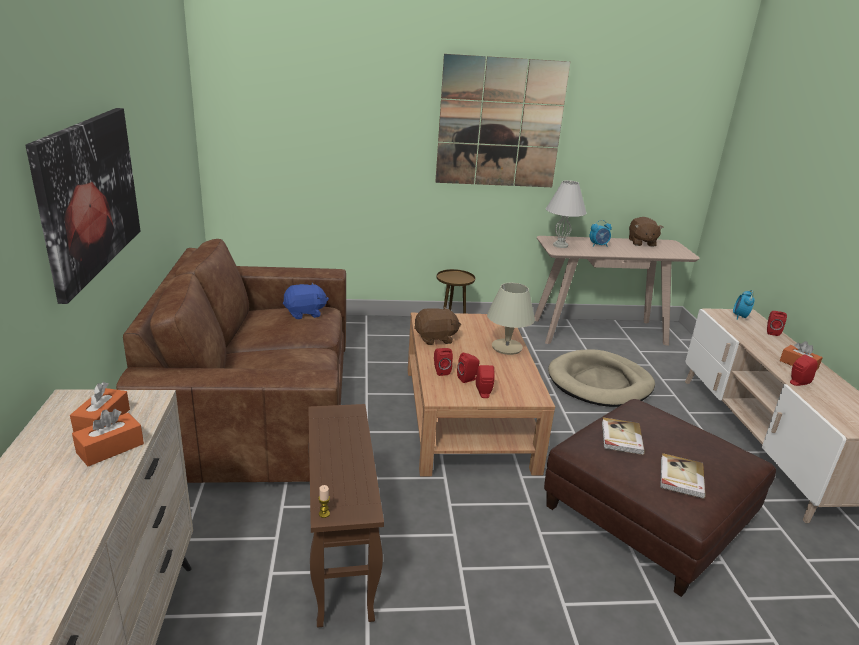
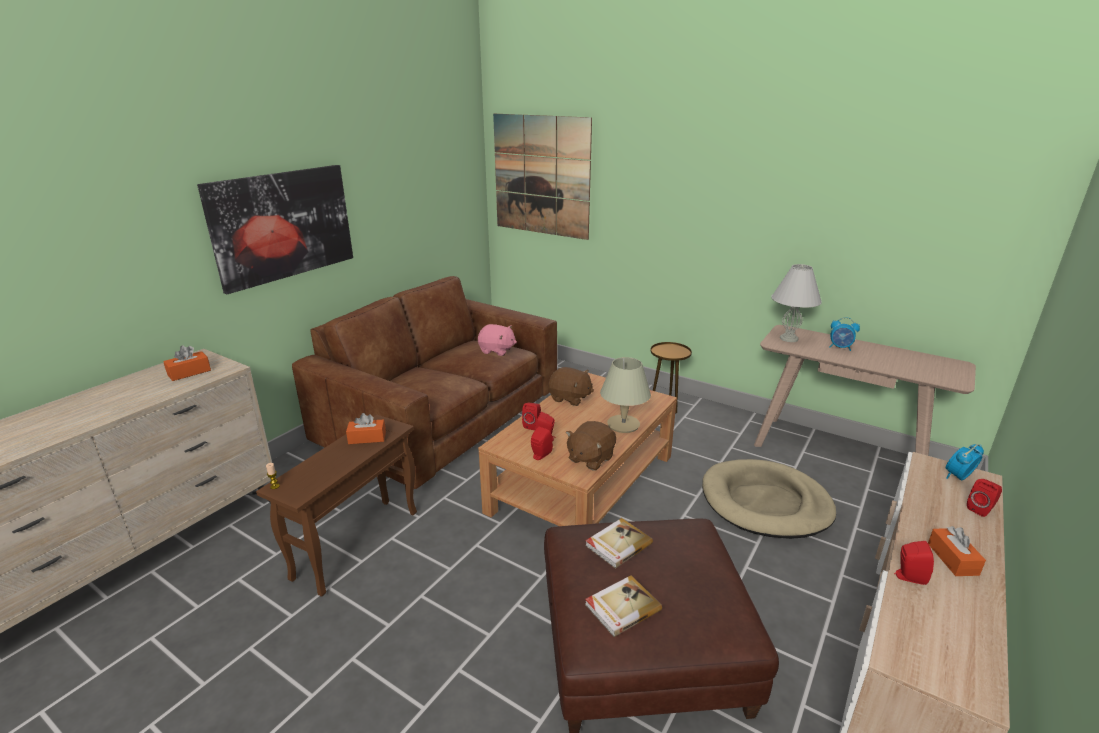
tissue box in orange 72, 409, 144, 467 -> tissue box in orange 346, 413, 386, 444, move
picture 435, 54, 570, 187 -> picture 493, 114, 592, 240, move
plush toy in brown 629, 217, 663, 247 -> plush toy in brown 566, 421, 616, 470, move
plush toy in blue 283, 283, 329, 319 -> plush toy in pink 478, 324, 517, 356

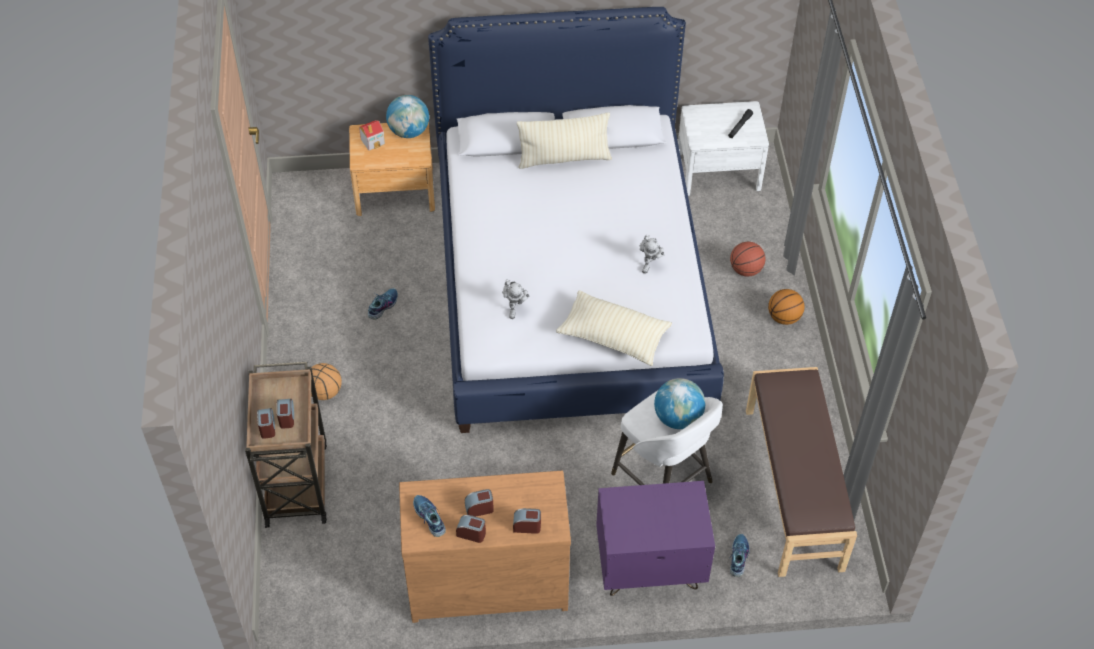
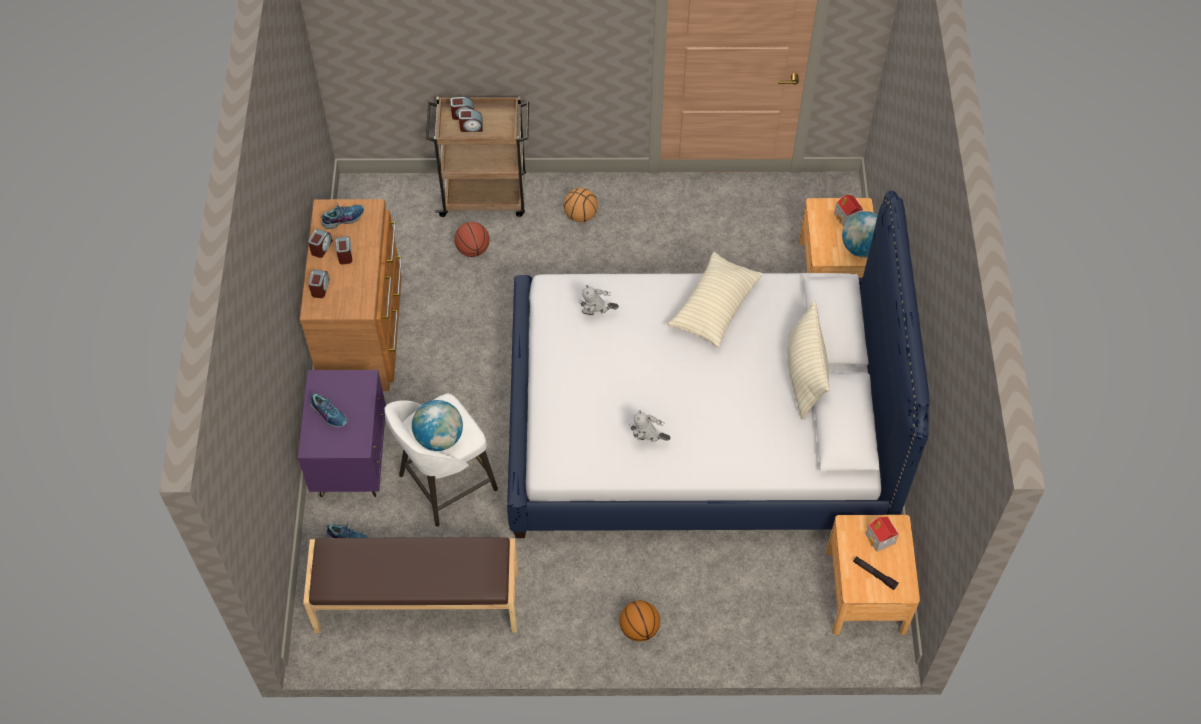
none -> toy house 866, 516, 899, 552
shoe 368, 288, 398, 320 -> shoe 310, 393, 347, 427, move
pillow in beige 556, 290, 672, 366 -> pillow in beige 668, 252, 763, 348, move
basketball 730, 242, 765, 276 -> basketball 454, 222, 490, 257, move
nightstand in white 678, 101, 769, 196 -> nightstand in brown 826, 515, 920, 635

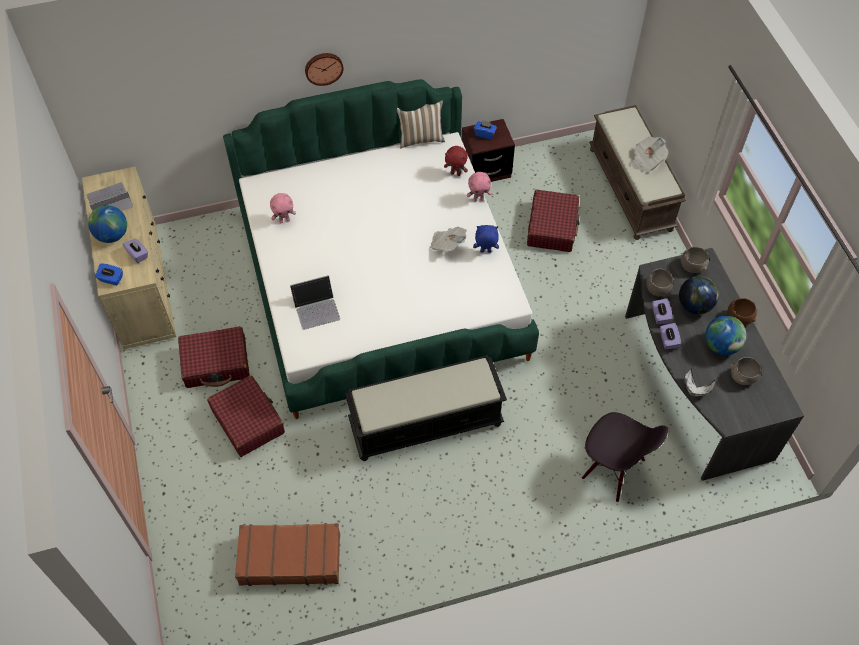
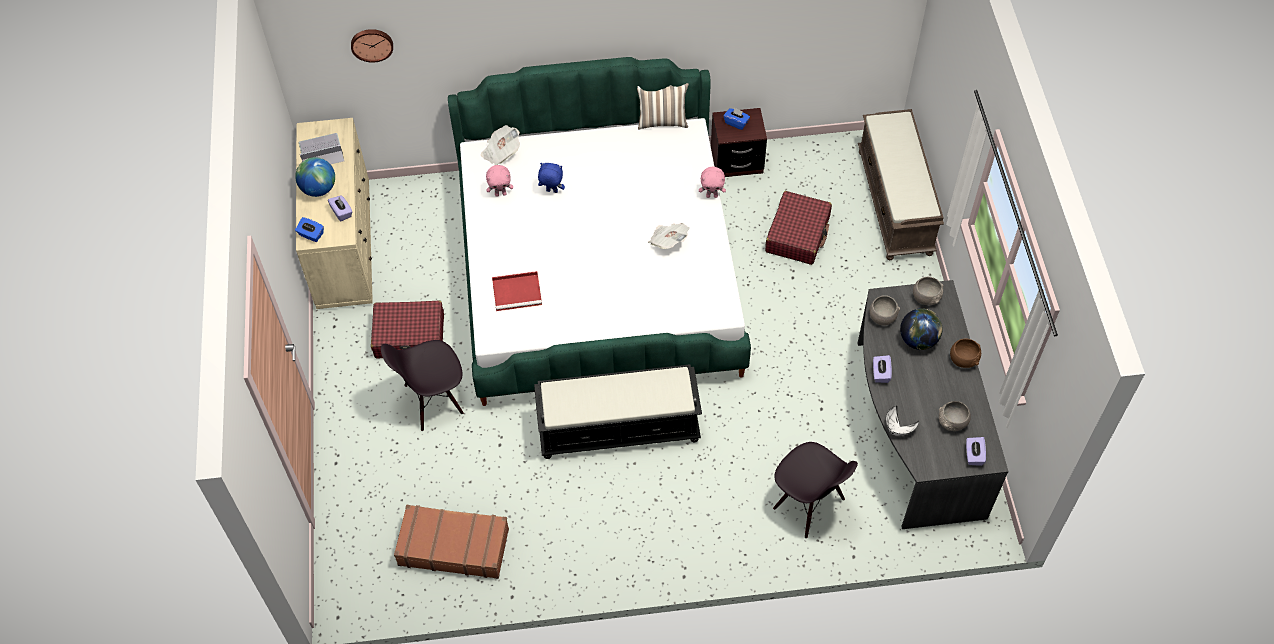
plush toy in red 444, 146, 468, 176 -> none
globe 705, 316, 747, 355 -> none
wall clock 305, 53, 343, 86 -> wall clock 351, 29, 393, 63, move
plush toy in blue 473, 225, 499, 253 -> plush toy in blue 538, 163, 565, 193, move
newspaper 629, 136, 668, 173 -> newspaper 481, 125, 520, 165, move
tissue box in purple 652, 298, 673, 324 -> tissue box in purple 966, 437, 986, 466, move
suitcase in red 207, 375, 285, 457 -> chair in black 381, 340, 464, 431
laptop 290, 275, 340, 330 -> tray in red 492, 271, 542, 311

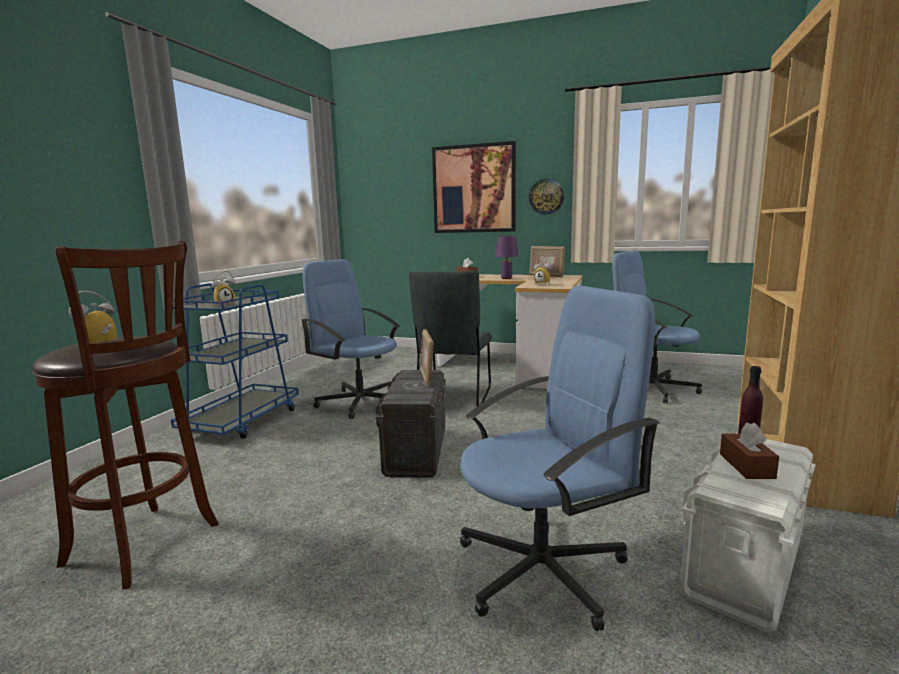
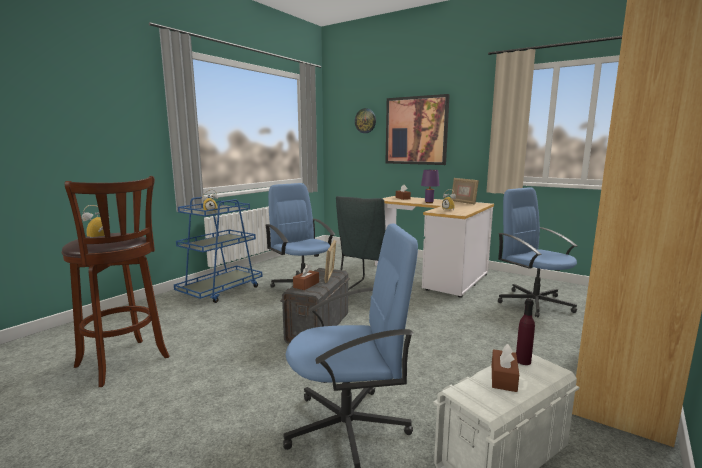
none -> tissue box in brown 293, 264, 319, 290
wall clock 529, 179, 564, 215 -> wall clock 355, 108, 376, 133, move

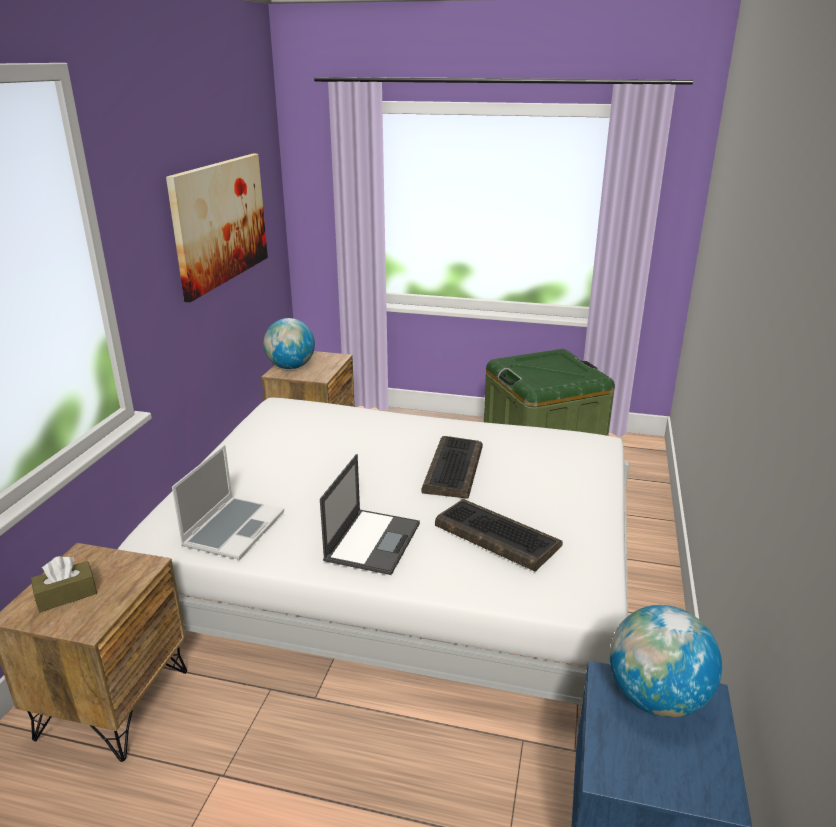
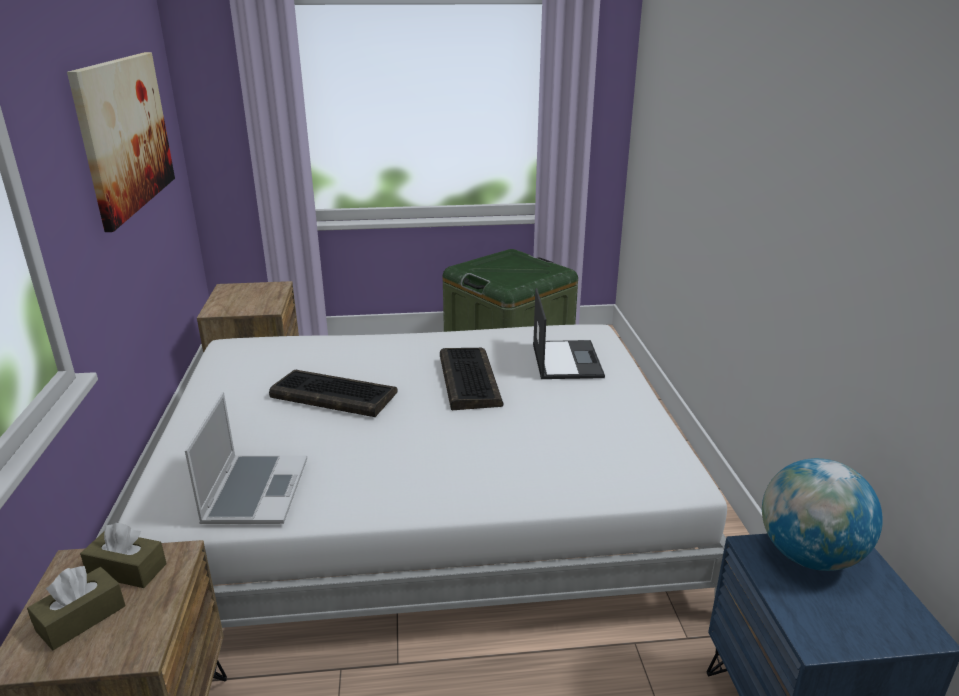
globe 263, 318, 315, 369 -> none
none -> tissue box in brown 80, 523, 167, 588
laptop 320, 454, 420, 575 -> laptop 533, 288, 605, 379, move
keyboard 435, 499, 563, 572 -> keyboard 269, 370, 397, 417, move

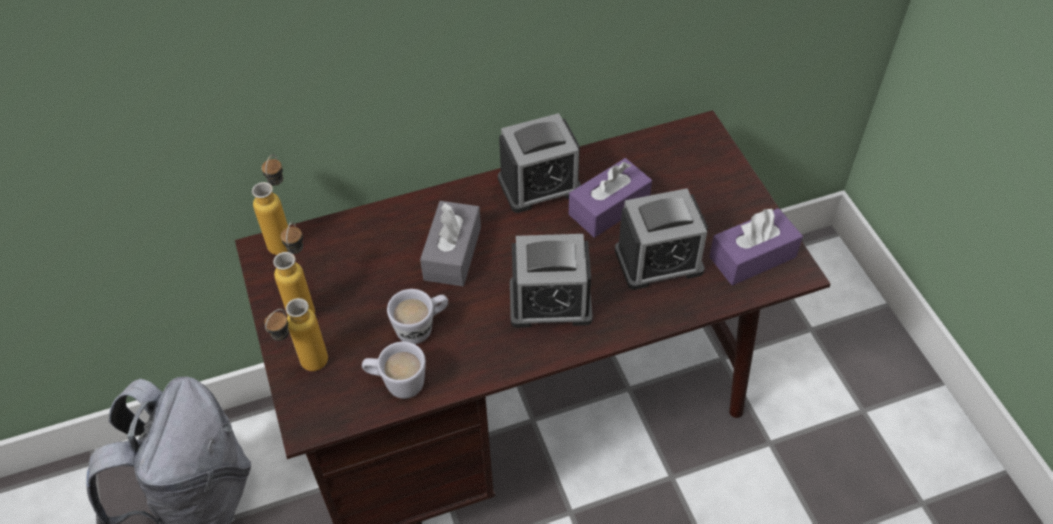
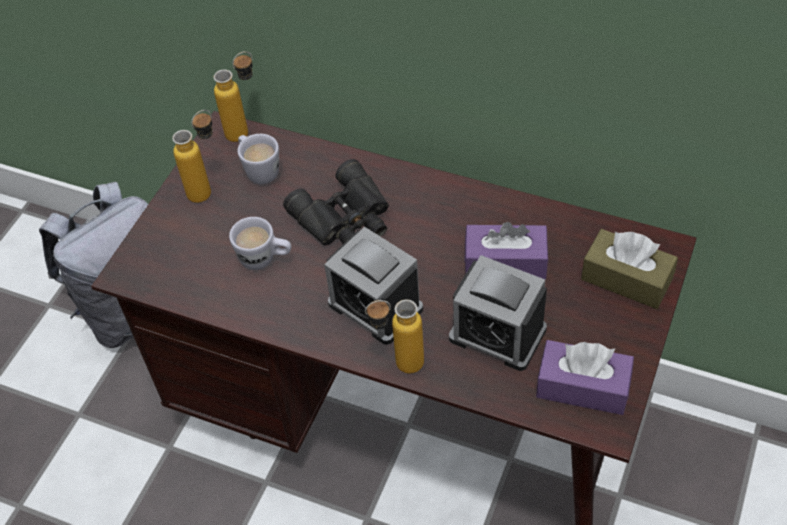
alarm clock 498, 113, 581, 213 -> none
none -> tissue box in brown 581, 229, 678, 309
bottle 264, 298, 328, 371 -> bottle 365, 299, 424, 374, move
mug in white 362, 342, 426, 399 -> mug in white 238, 134, 279, 184, move
tissue box in grey 420, 201, 481, 286 -> binoculars in black 283, 159, 389, 246

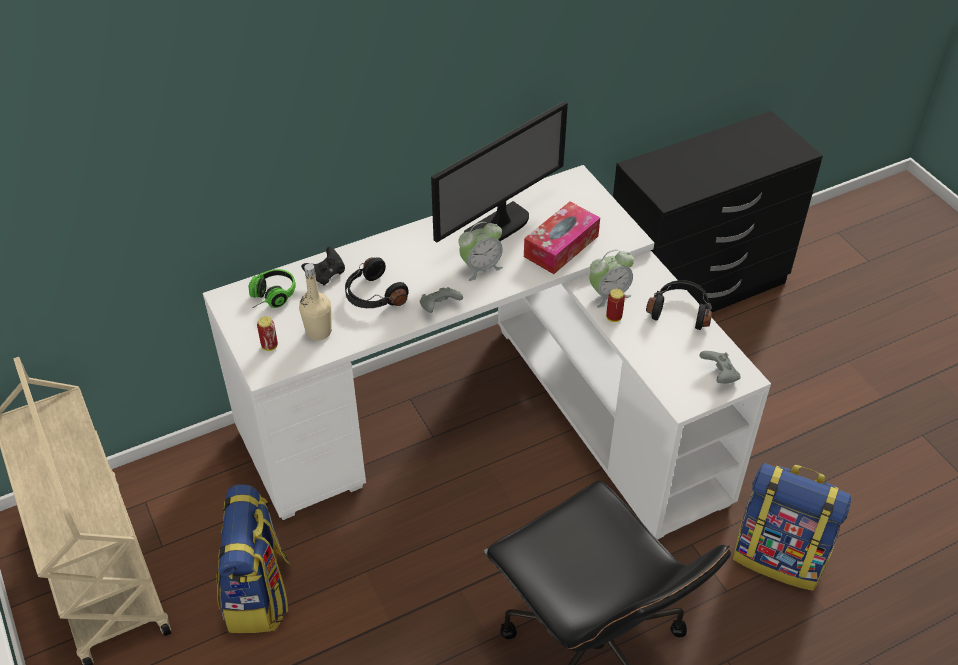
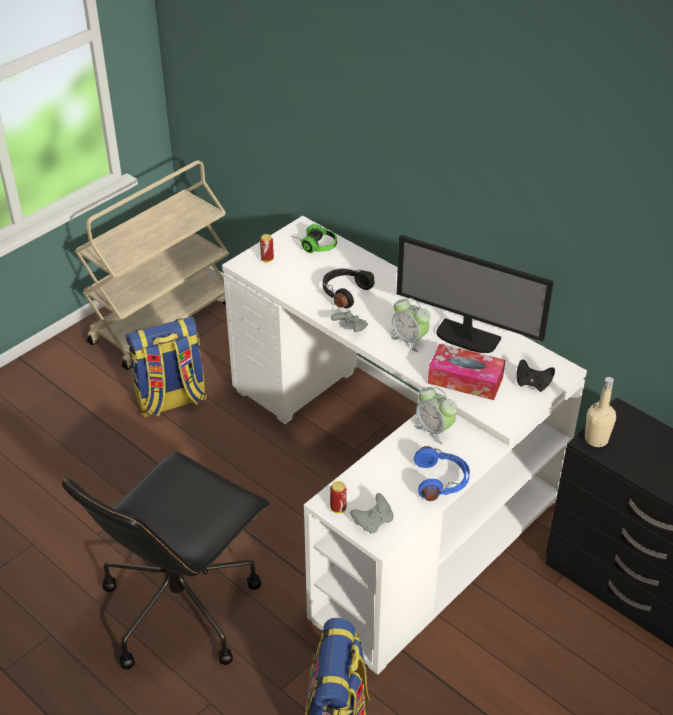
bottle in beige 299, 263, 332, 341 -> bottle in beige 585, 377, 616, 447, move
game controller in black 301, 247, 345, 285 -> game controller in black 516, 359, 555, 392, move
can 606, 289, 625, 322 -> can 330, 481, 347, 513, move
headphones in black 646, 280, 712, 330 -> headphones in blue 414, 446, 470, 501

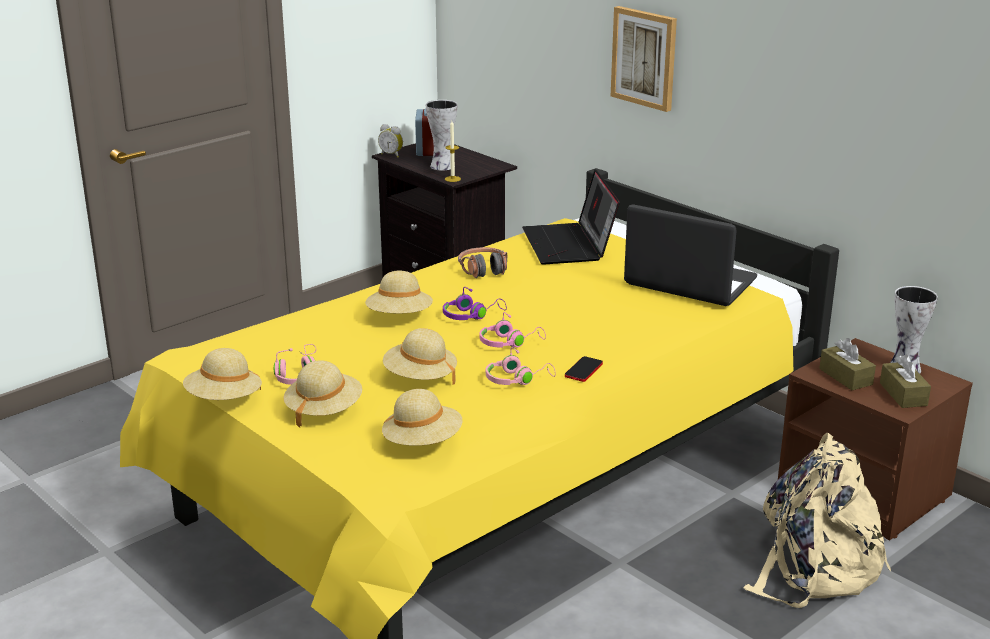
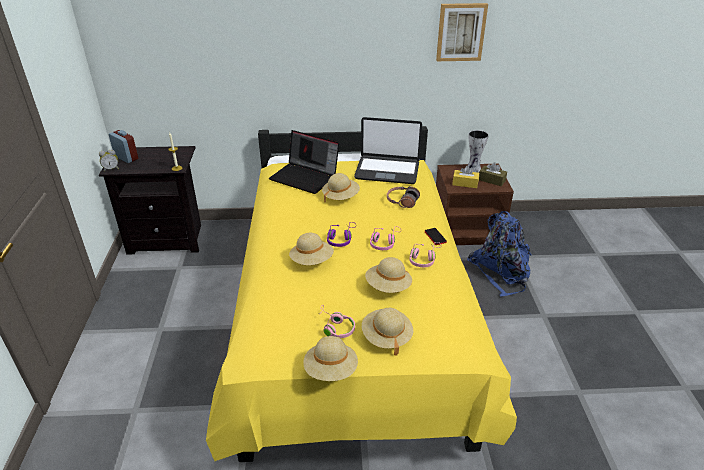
vase 426, 100, 457, 170 -> none
hat in beige 382, 389, 463, 446 -> hat in beige 322, 173, 360, 202, move
headphones 458, 247, 507, 278 -> headphones 387, 186, 420, 208, move
picture 611, 6, 677, 112 -> picture 436, 3, 488, 61, move
backpack in beige 743, 433, 891, 608 -> backpack in blue 467, 211, 532, 297
tissue box in brown 819, 338, 876, 390 -> tissue box in yellow 452, 166, 479, 188
laptop 624, 204, 757, 306 -> laptop 354, 117, 422, 184, 150 degrees counterclockwise

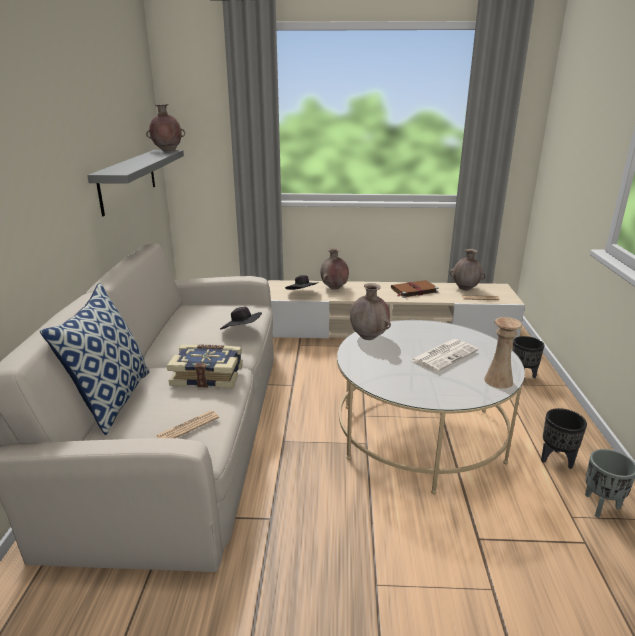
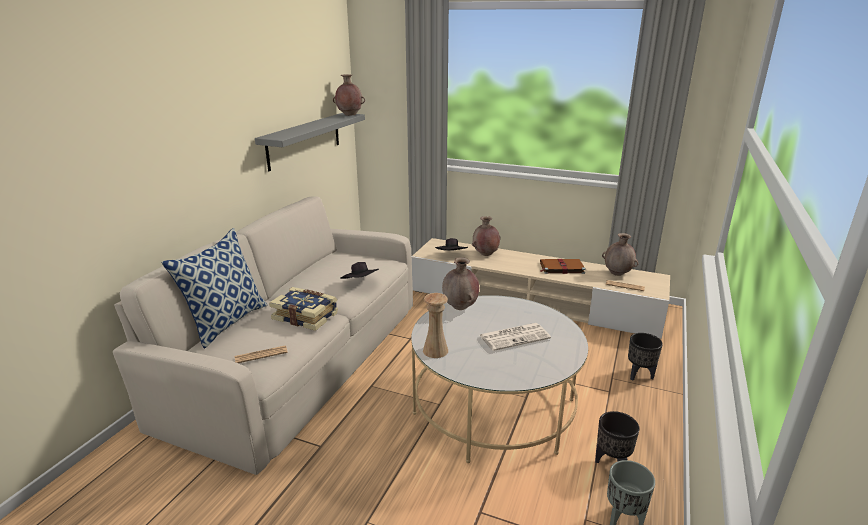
vase in beige 484, 317, 522, 389 -> vase in beige 423, 293, 448, 358, move

